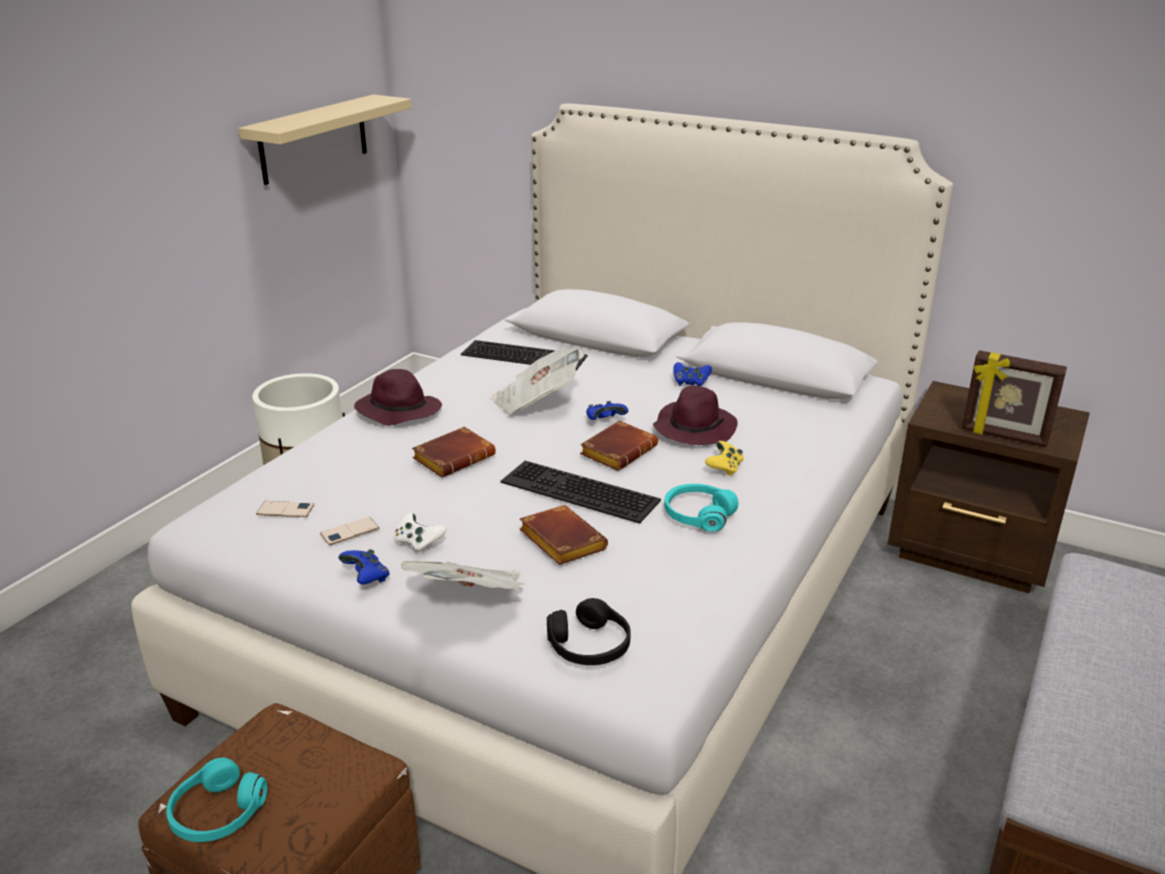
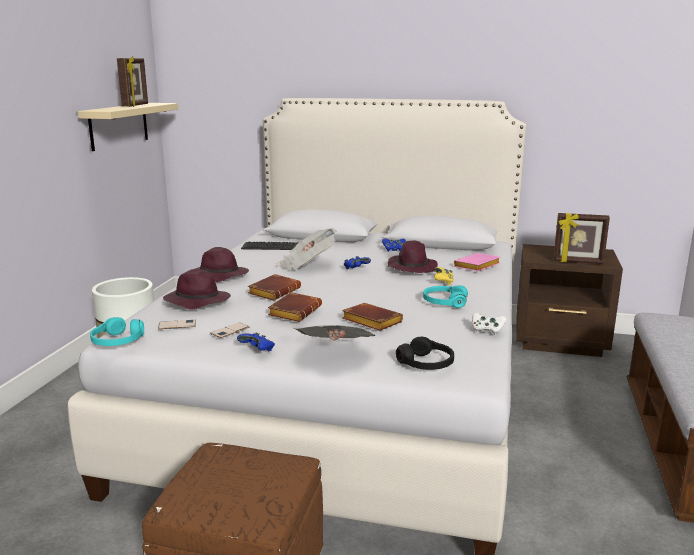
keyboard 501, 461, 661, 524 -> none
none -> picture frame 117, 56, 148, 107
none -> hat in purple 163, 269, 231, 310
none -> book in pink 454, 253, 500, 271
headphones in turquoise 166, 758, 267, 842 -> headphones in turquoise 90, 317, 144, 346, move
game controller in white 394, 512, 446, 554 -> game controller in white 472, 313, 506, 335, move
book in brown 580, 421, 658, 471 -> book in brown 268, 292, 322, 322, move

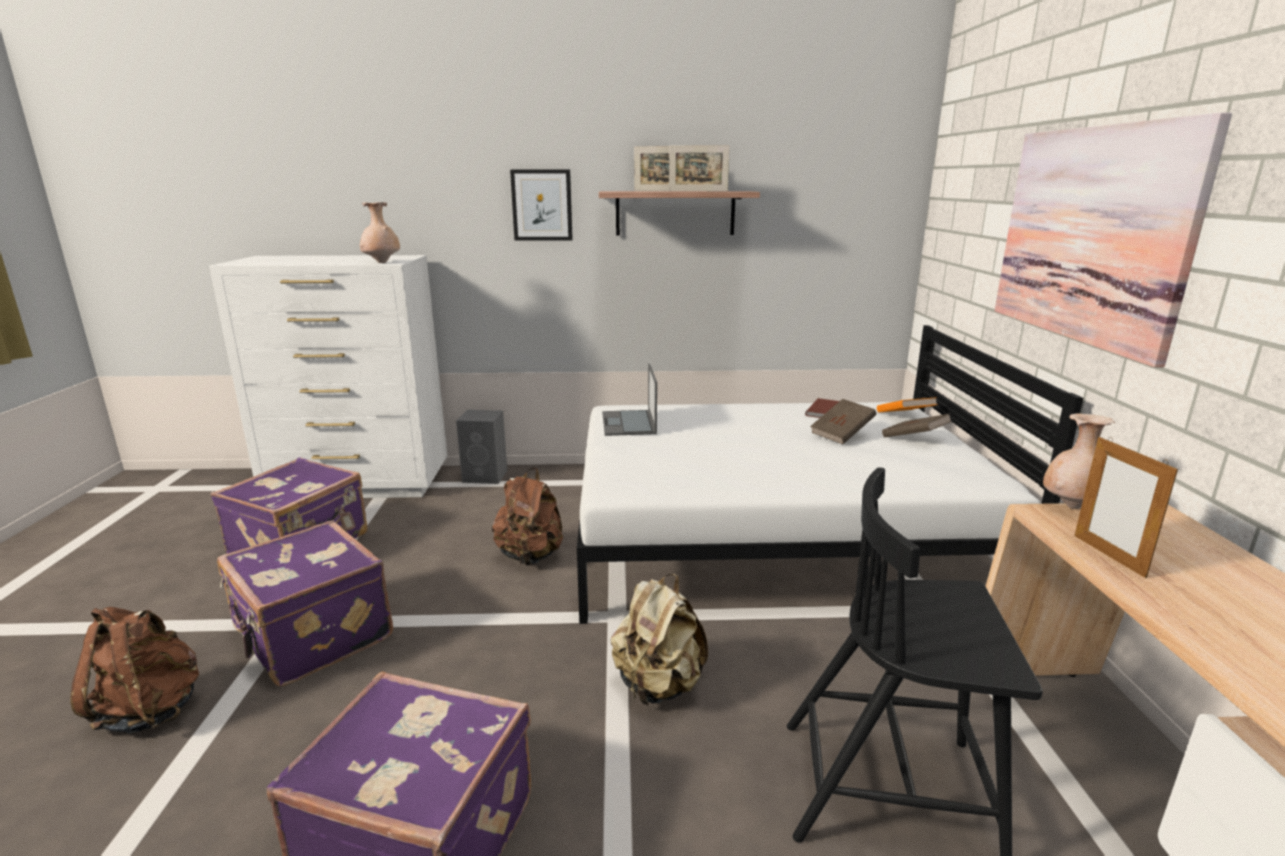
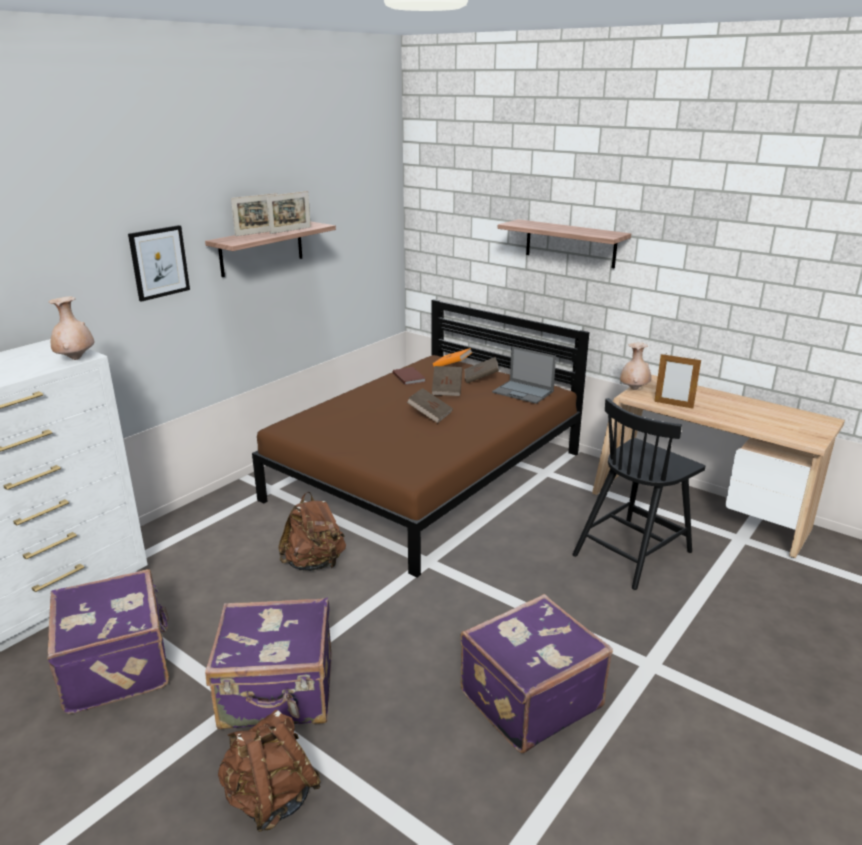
speaker in grey 456, 410, 507, 484 -> none
backpack in beige 611, 574, 708, 706 -> none
none -> book in brown 407, 388, 453, 423
laptop 602, 364, 657, 436 -> laptop 492, 346, 556, 404, move
picture 995, 113, 1232, 367 -> shelf 498, 219, 631, 268
bed in white 577, 325, 1083, 624 -> bed in brown 252, 299, 589, 577

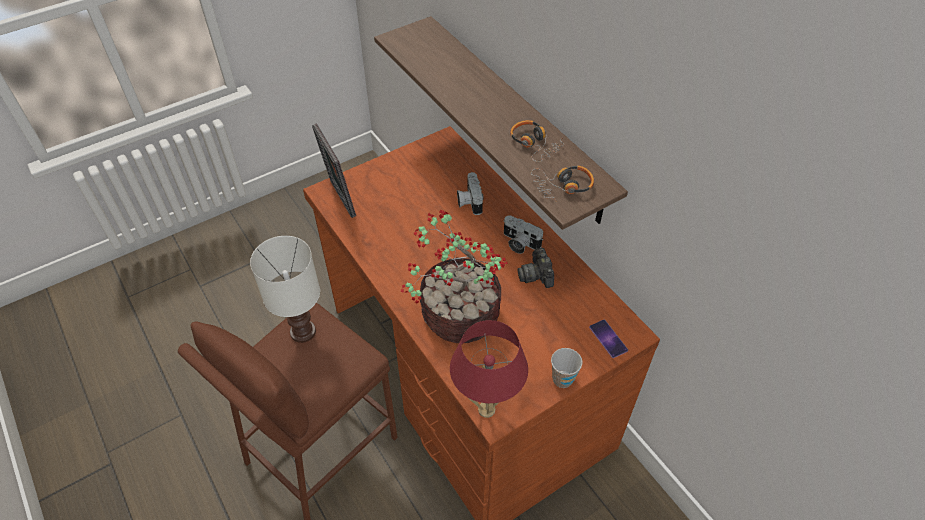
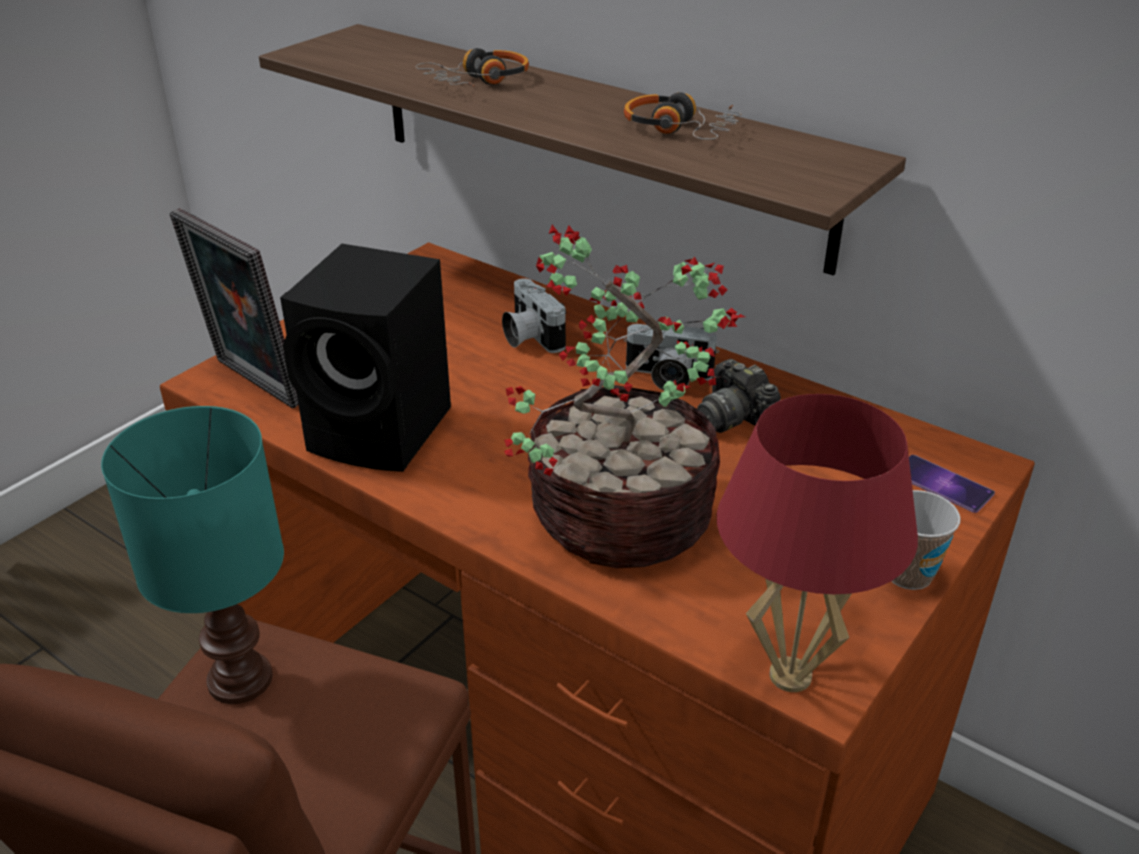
none -> speaker in black 280, 244, 451, 472
headphones 531, 166, 594, 203 -> headphones 415, 48, 529, 87, move
table lamp in white 250, 236, 320, 343 -> table lamp in turquoise 101, 406, 284, 704

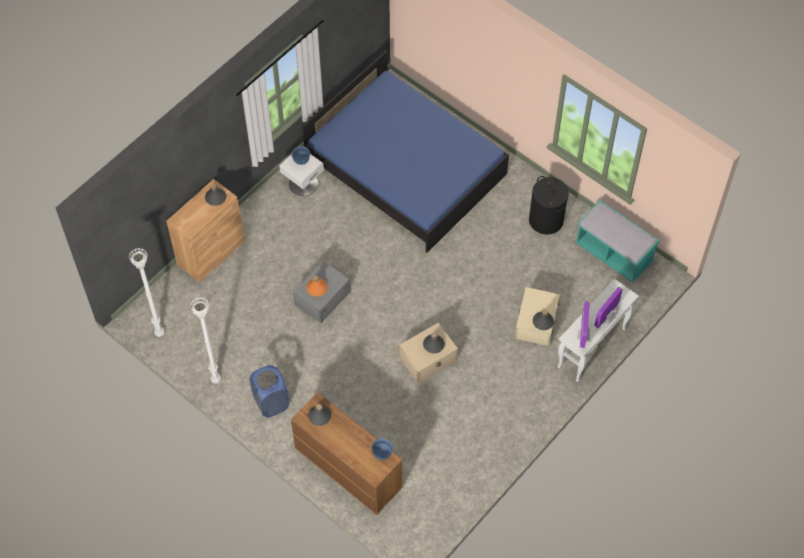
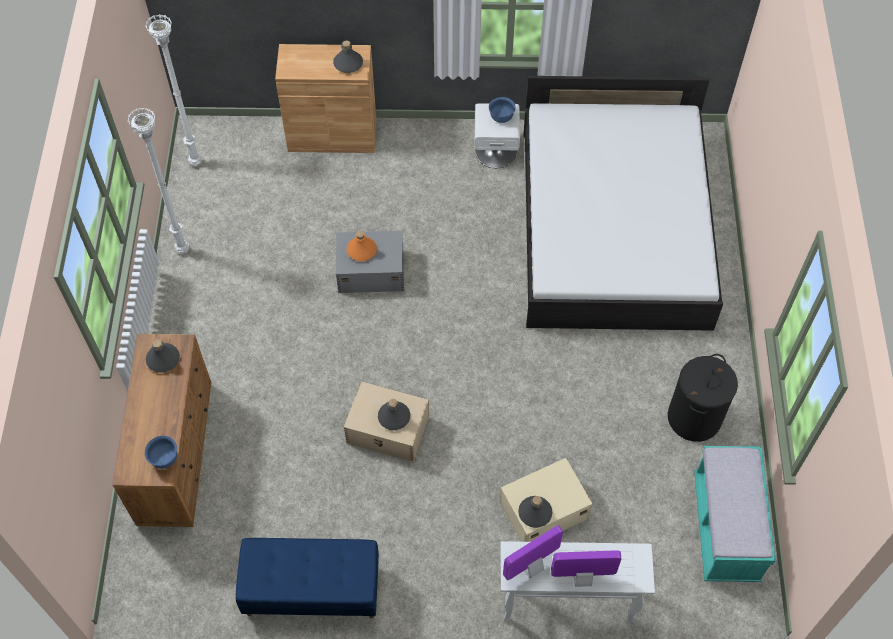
laundry basket in blue 250, 365, 289, 417 -> none
none -> bench in blue 236, 538, 379, 618
bed in blue 302, 51, 509, 253 -> bed in white 523, 76, 723, 331

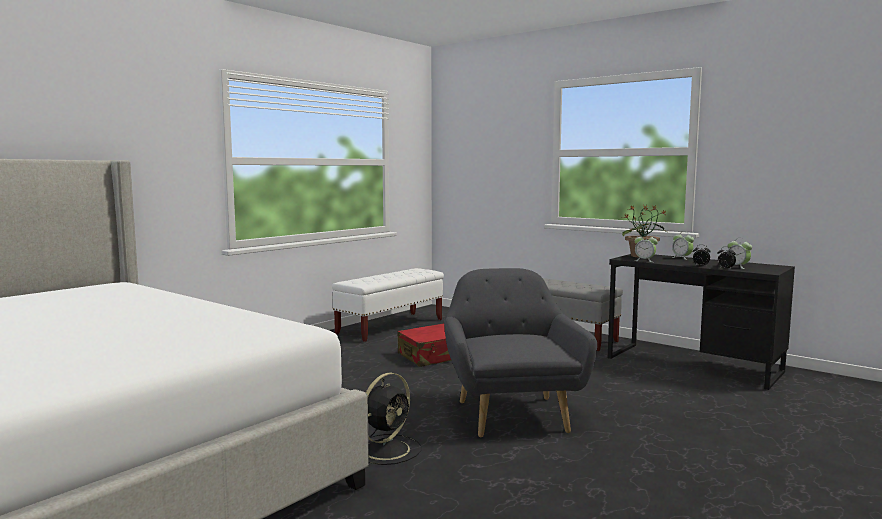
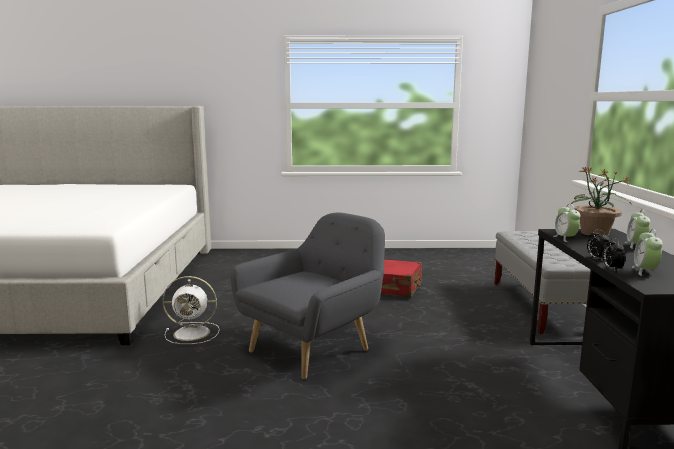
bench in white 332, 268, 444, 342 -> none
fan in black 366, 372, 422, 465 -> fan in white 162, 276, 220, 344

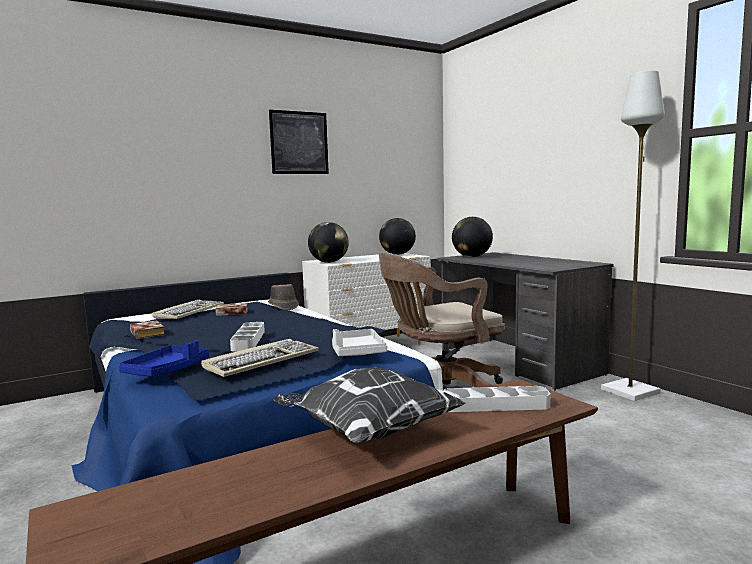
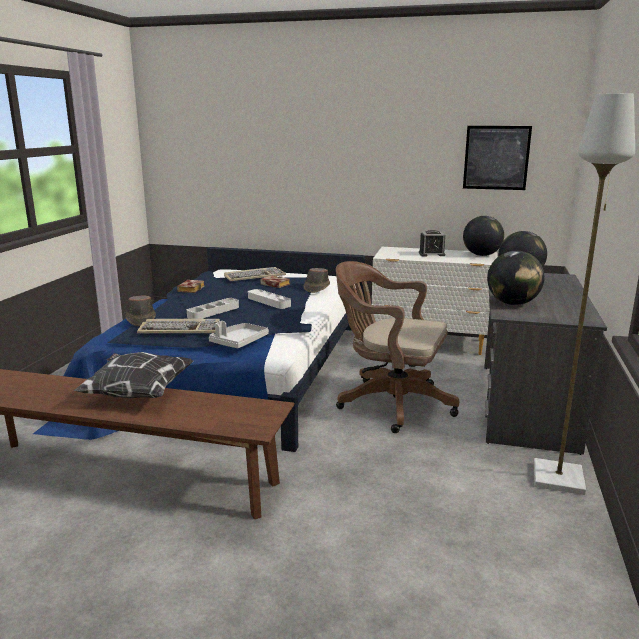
none -> alarm clock 419, 230, 445, 256
picture 269, 110, 329, 174 -> picture 463, 126, 532, 190, move
globe 308, 222, 349, 263 -> globe 487, 251, 544, 305, move
tray in grey 443, 386, 551, 412 -> tray in grey 248, 289, 291, 309, move
tray in blue 119, 340, 209, 377 -> hat in brown 125, 296, 156, 326

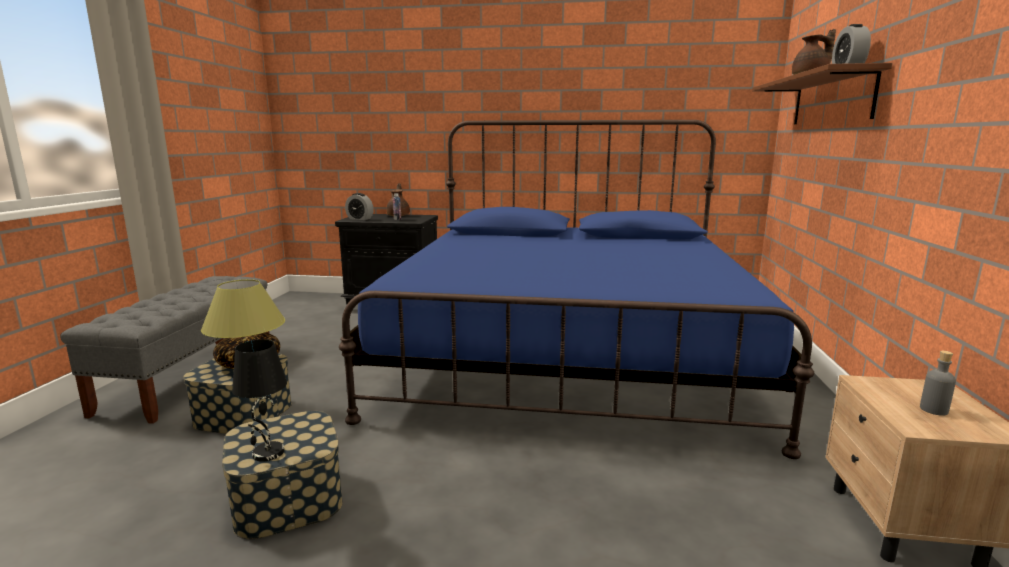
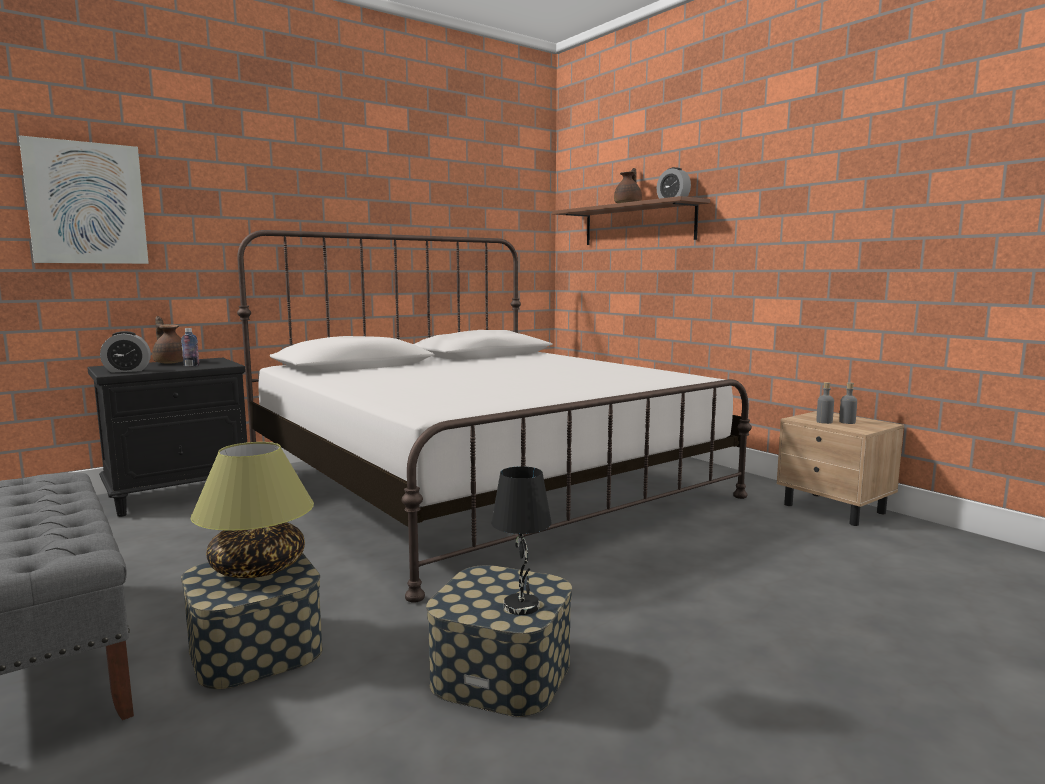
none -> picture 19, 135, 149, 264
none -> bottle in grey 816, 382, 834, 424
bed in blue 339, 120, 814, 459 -> bed in white 237, 230, 752, 603

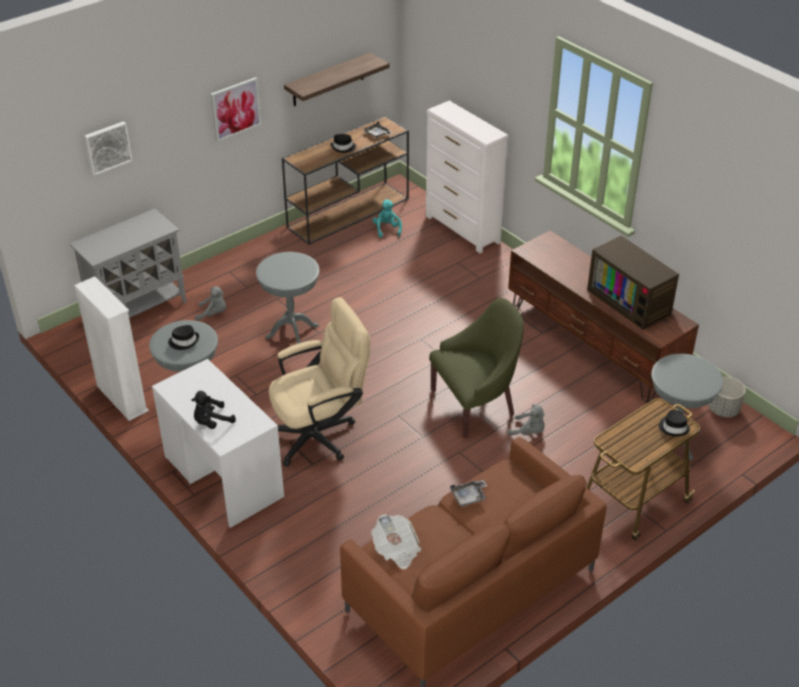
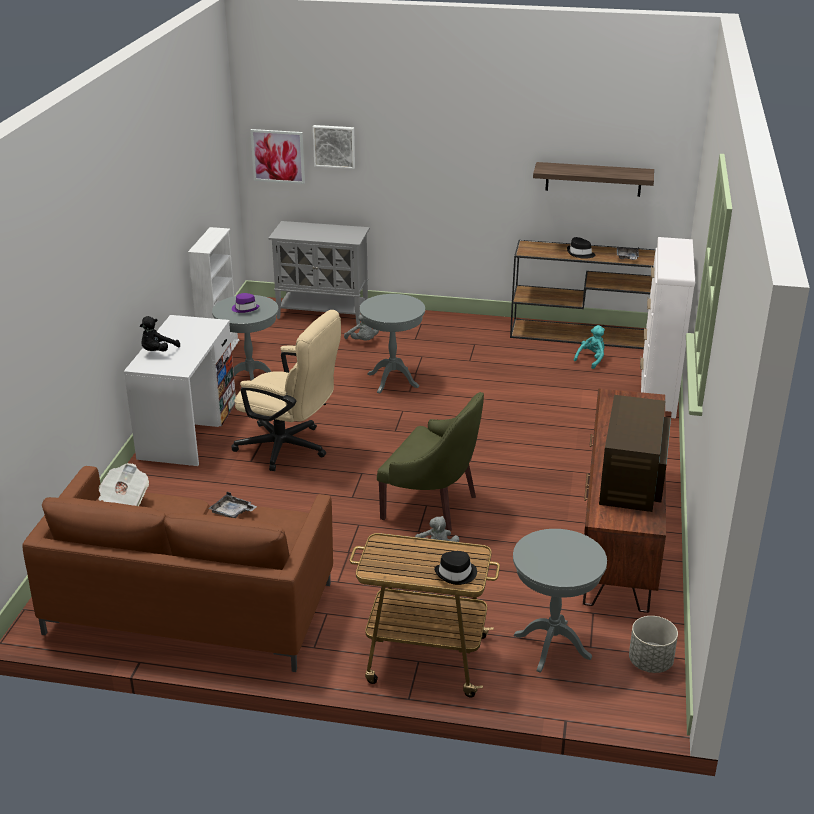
picture 211, 77, 262, 142 -> picture 250, 129, 305, 184, move
hat in black 168, 325, 199, 350 -> hat in purple 232, 293, 259, 313
plush toy in black 191, 391, 236, 429 -> plush toy in black 140, 316, 180, 352, 75 degrees counterclockwise

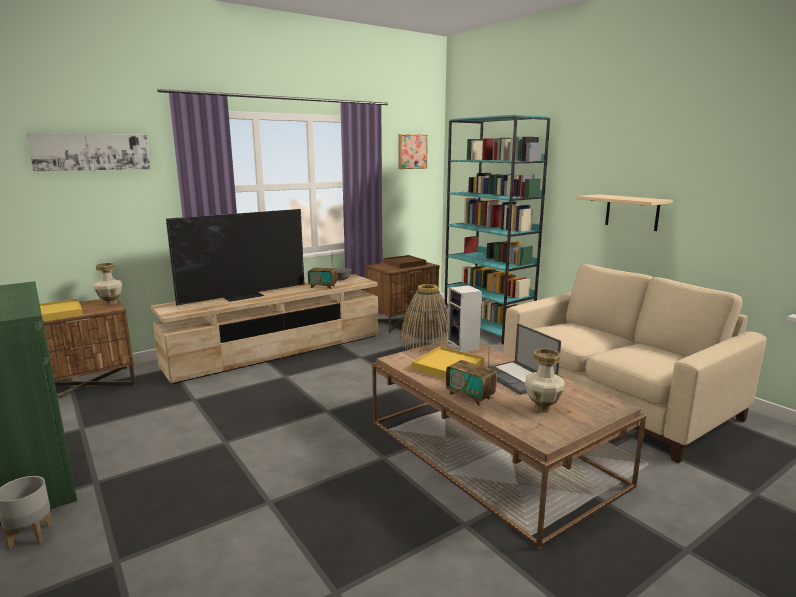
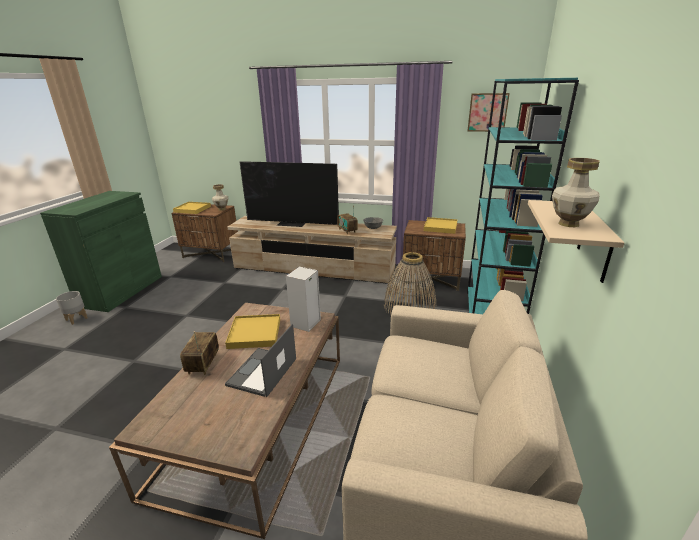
picture 26, 133, 151, 171 -> none
vase 525, 349, 565, 412 -> vase 552, 158, 600, 227, move
tray in brown 383, 255, 426, 268 -> tray in yellow 424, 217, 458, 234

